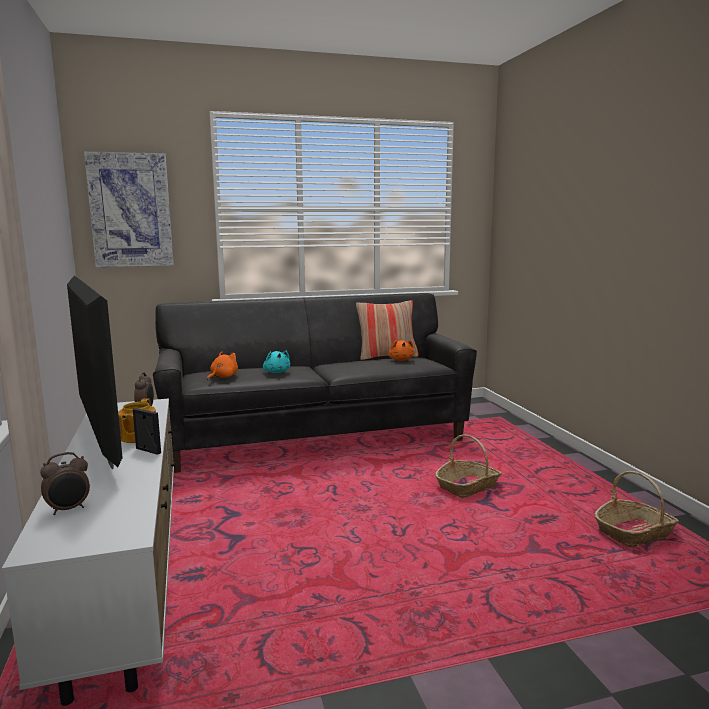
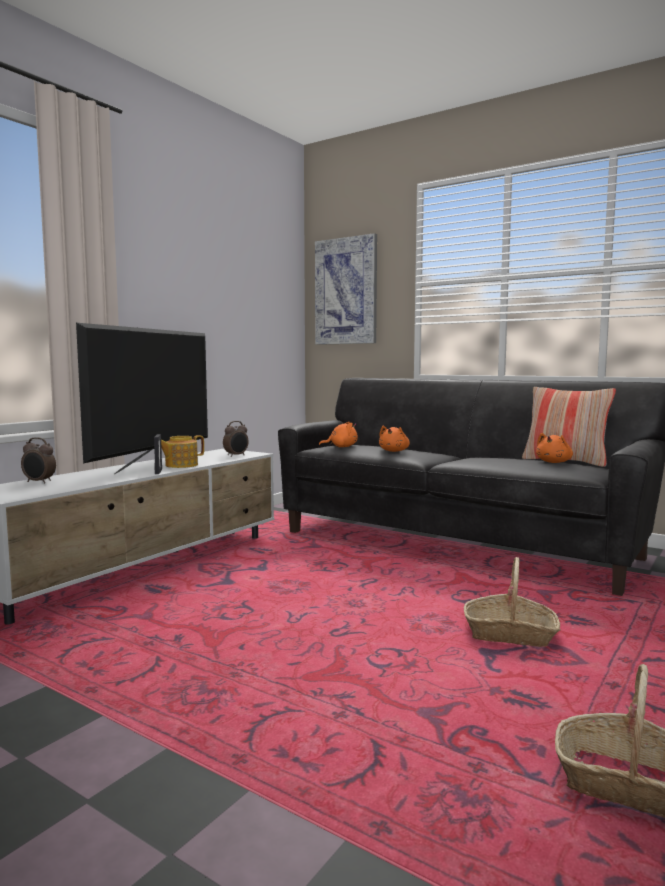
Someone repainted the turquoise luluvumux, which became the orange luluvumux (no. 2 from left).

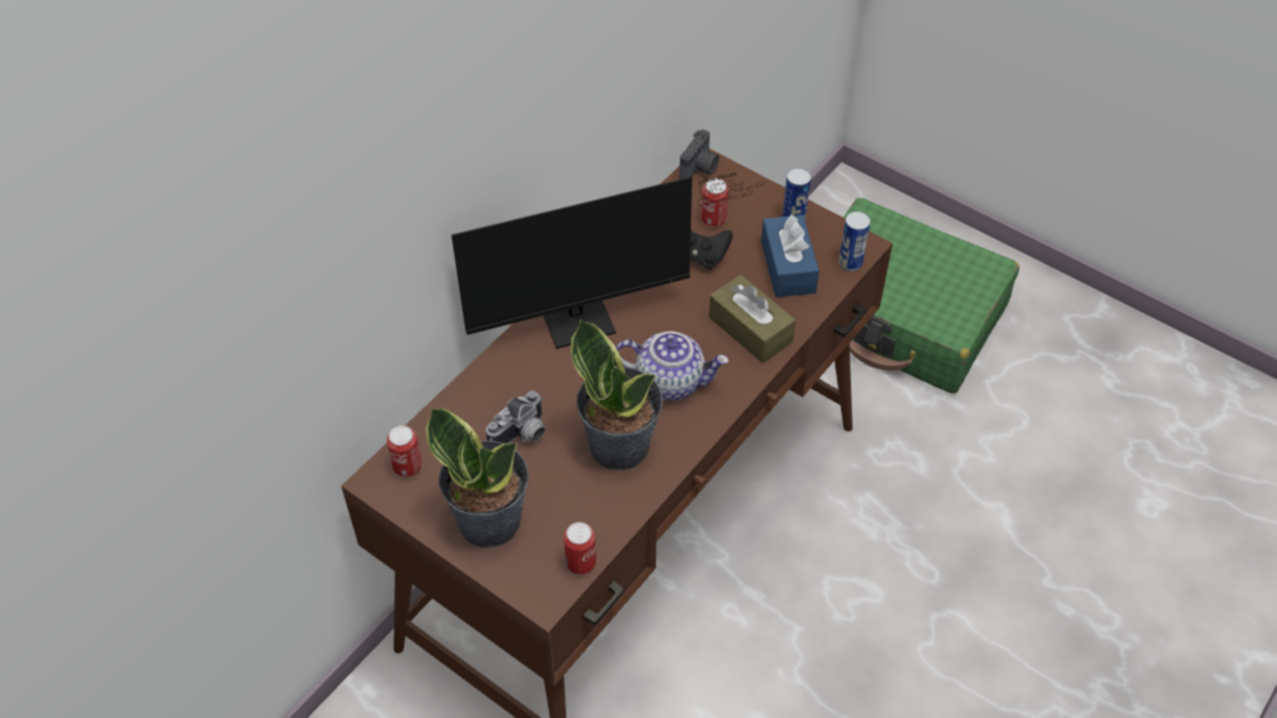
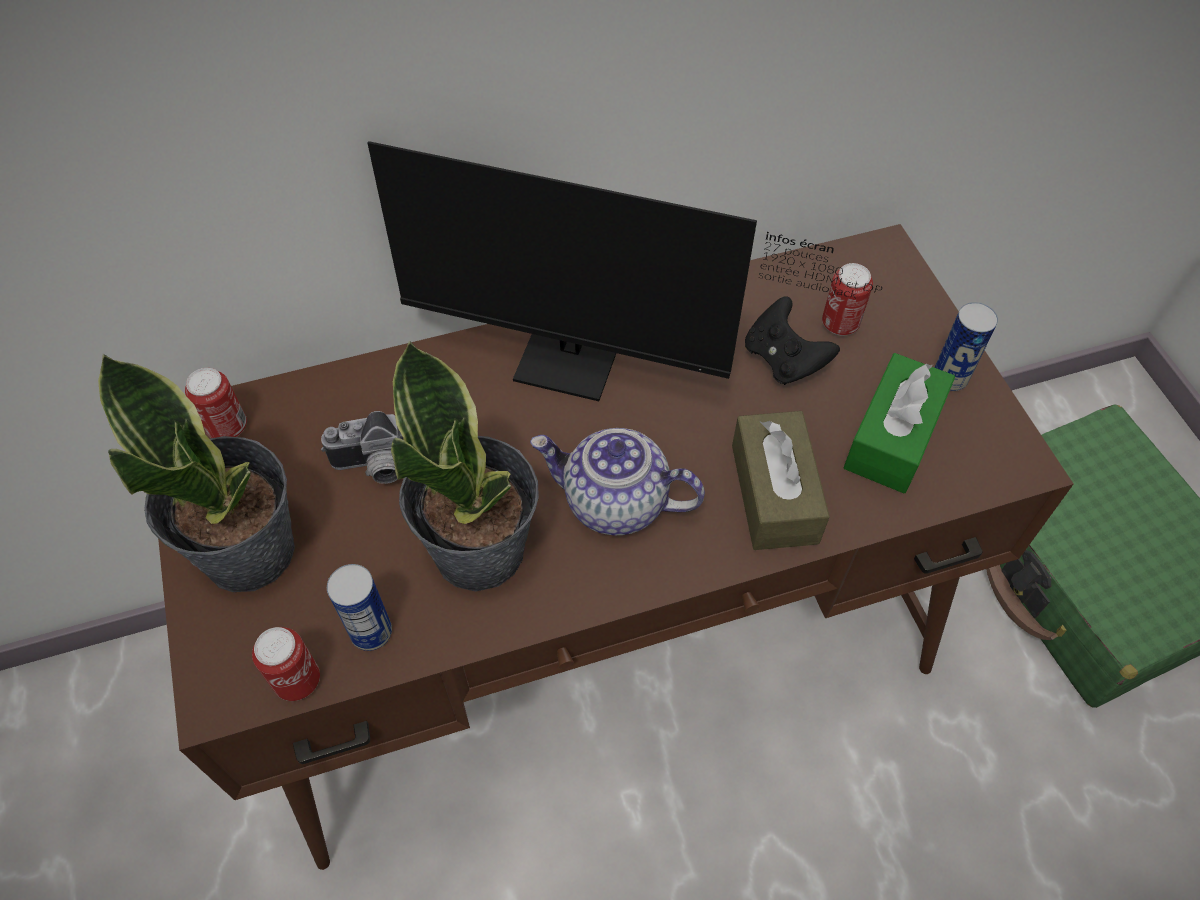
Someone carried the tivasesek (no. 5 from left in the first image).
Someone rotated the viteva by 150 degrees clockwise.
Someone repainted the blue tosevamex, which became the green tosevamex.
Someone took away the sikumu (no. 2 from left).

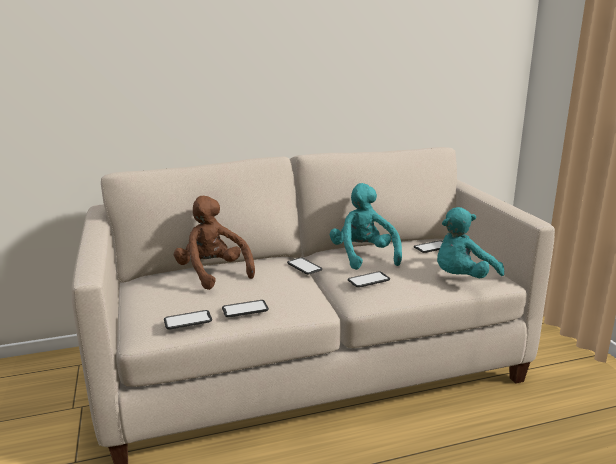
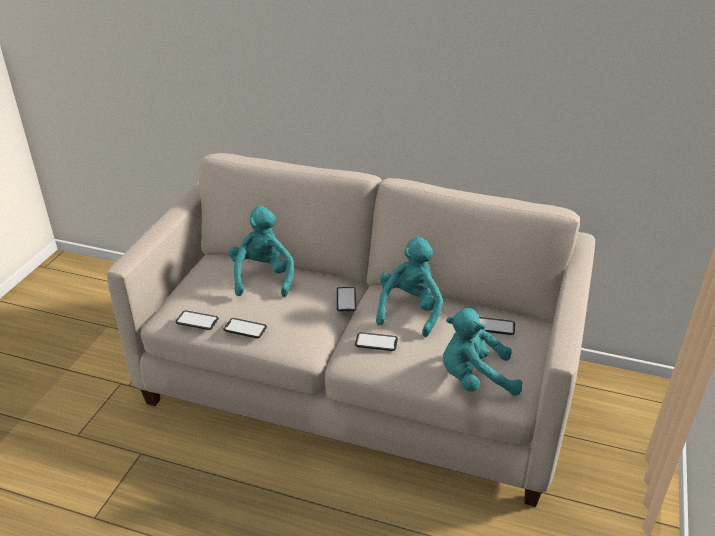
Someone repainted the brown luluvumux, which became the turquoise luluvumux (no. 1 from left).

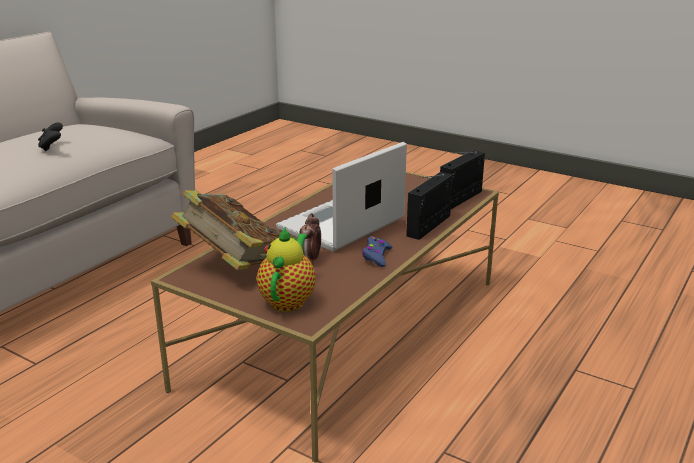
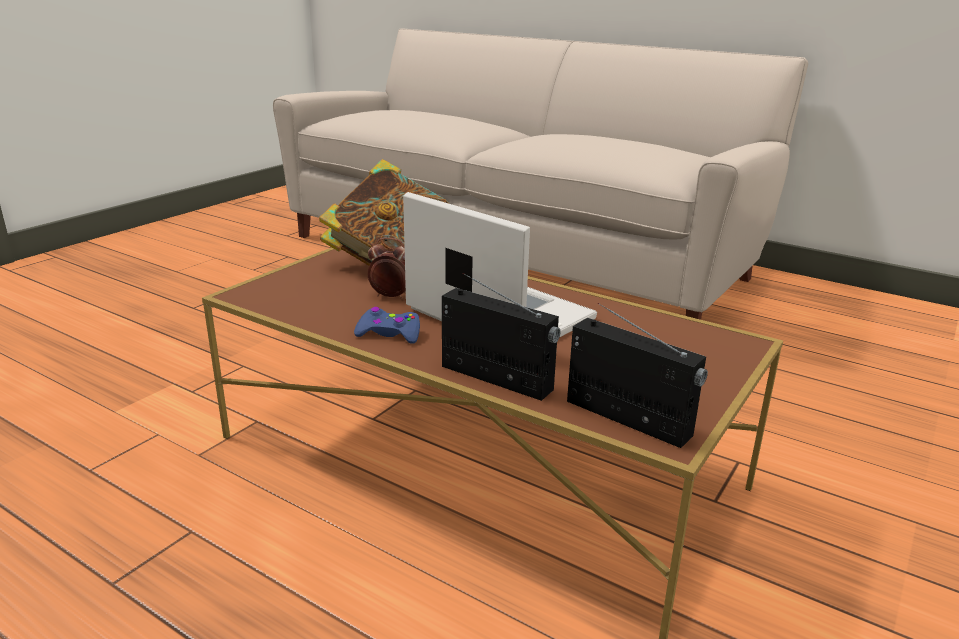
Someone took away the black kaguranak.
Someone took away the viteva.

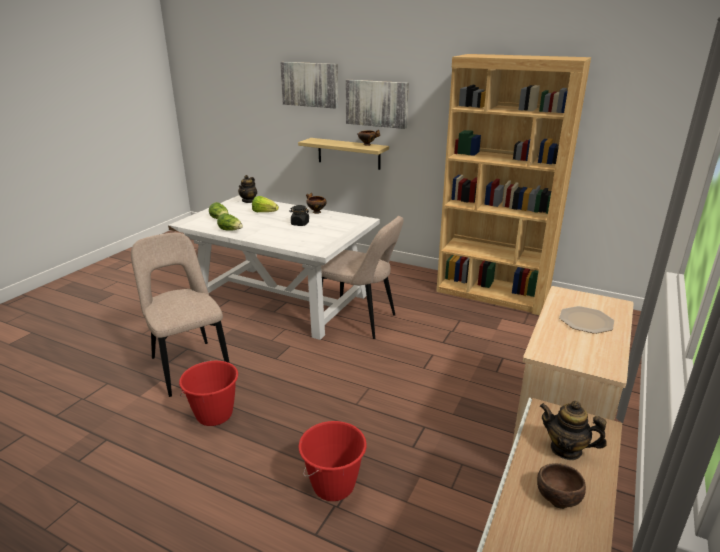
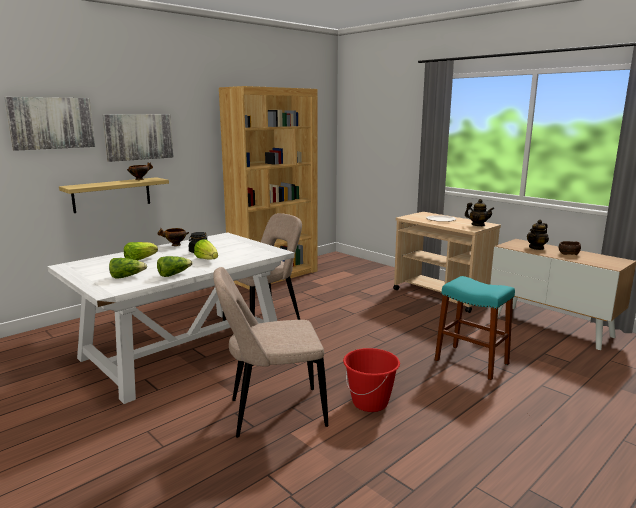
Someone put down the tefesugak (no. 4 from left).
Someone swapped the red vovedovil (no. 2 from left) for the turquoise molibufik.
Someone carried the viteva (no. 1 from left).

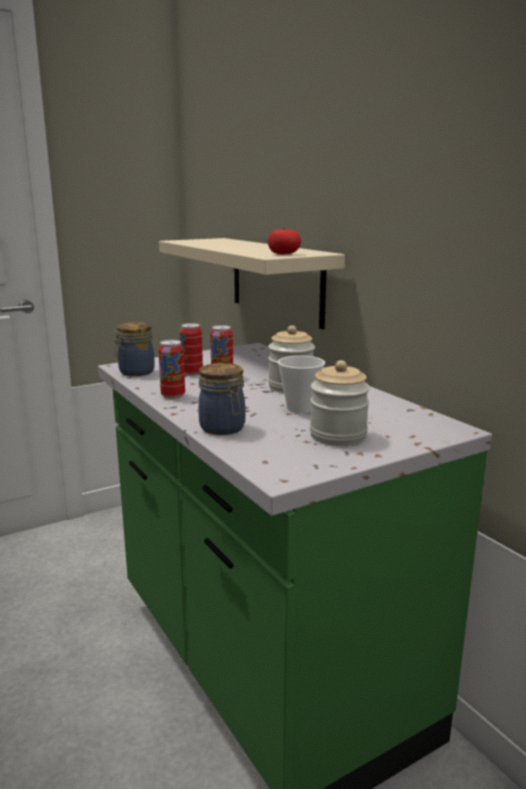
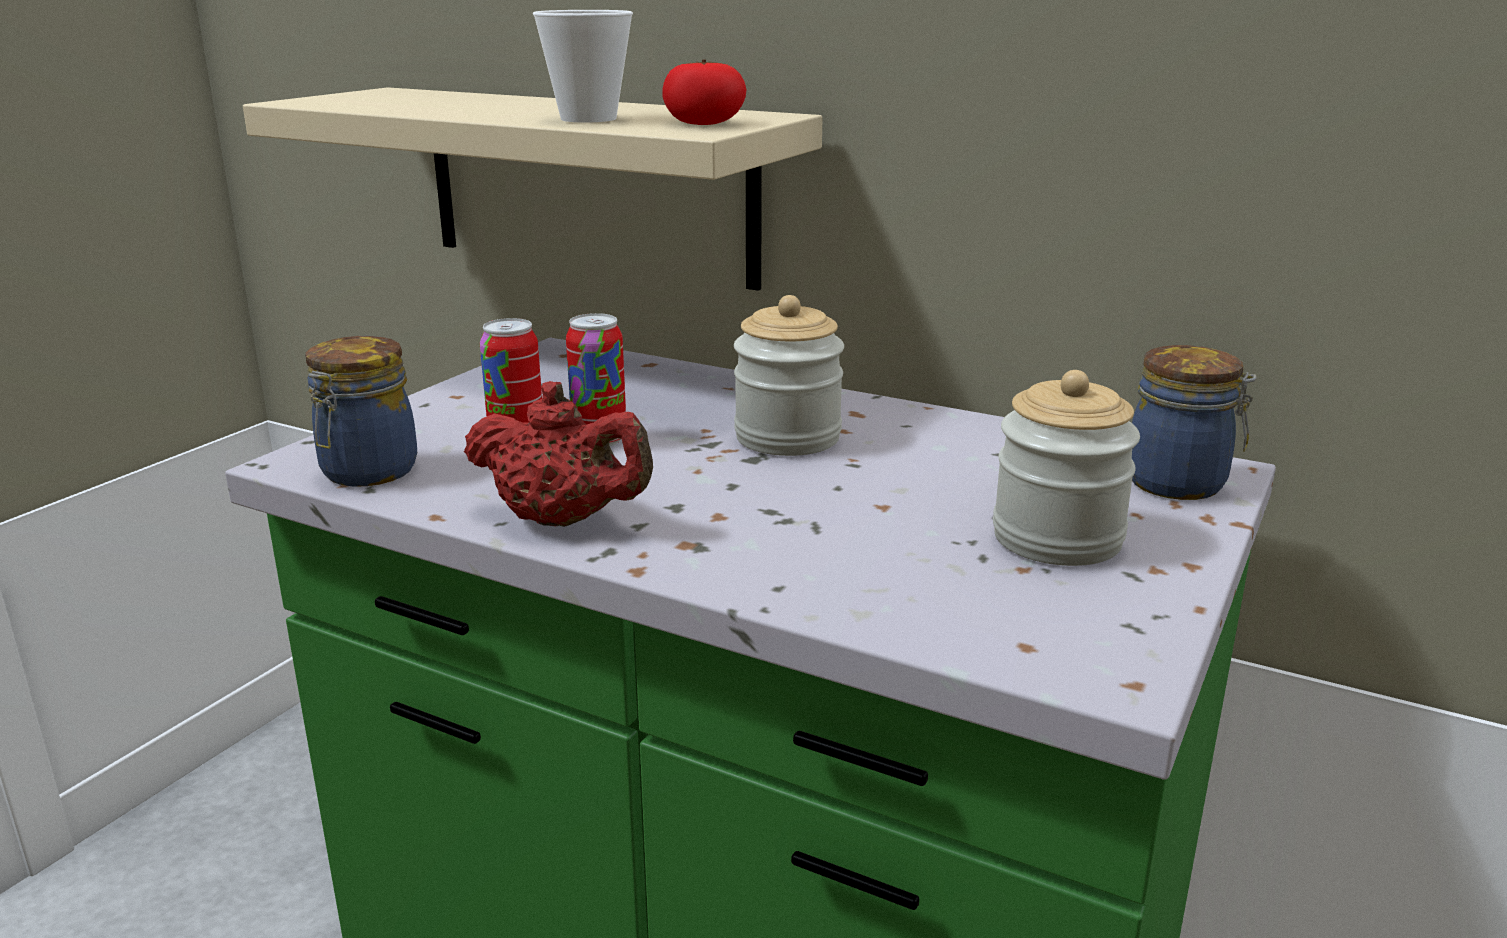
Someone swapped the tivasesek (no. 1 from left) for the red viteva.
Someone carried the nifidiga.
Someone carried the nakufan (no. 2 from left in the first image).

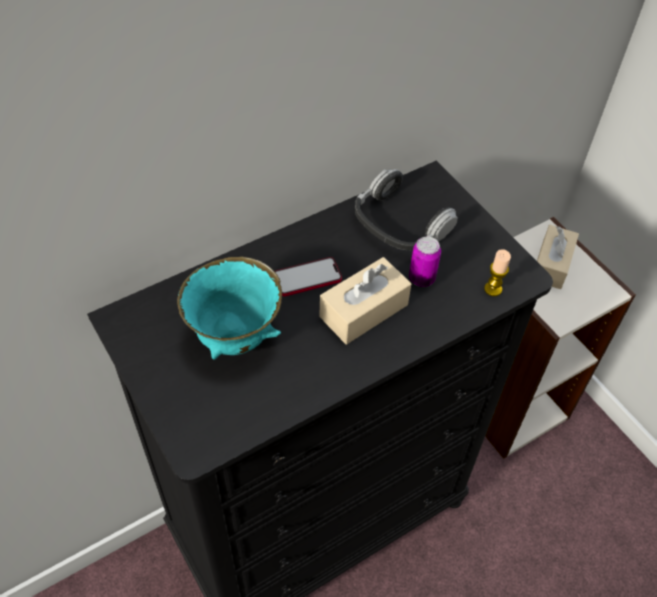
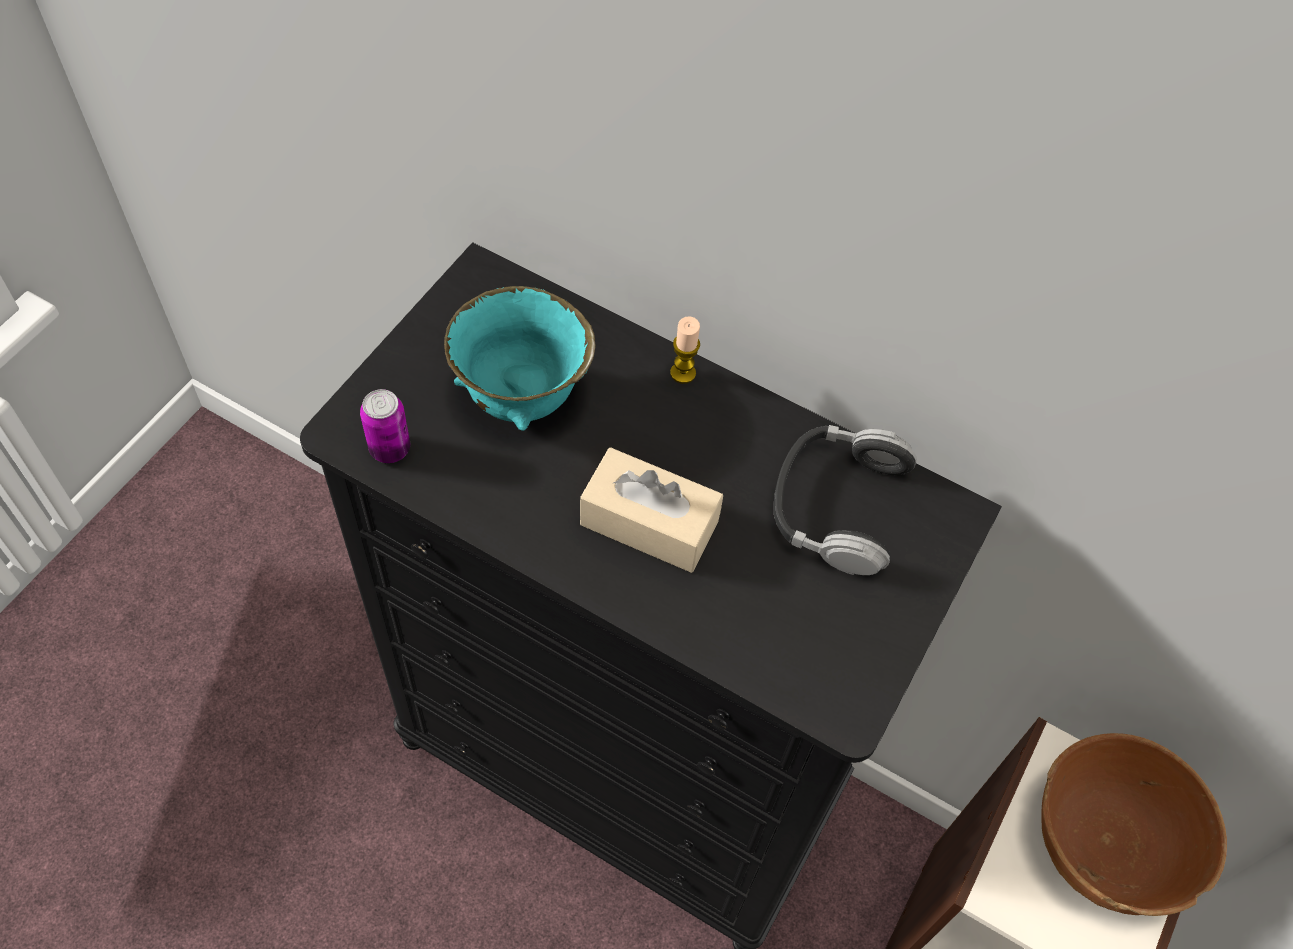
Someone carried the tivasesek.
Someone carried the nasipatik.
Someone swapped the beige tosevamex (no. 2 from left) for the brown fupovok.
Someone took away the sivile.

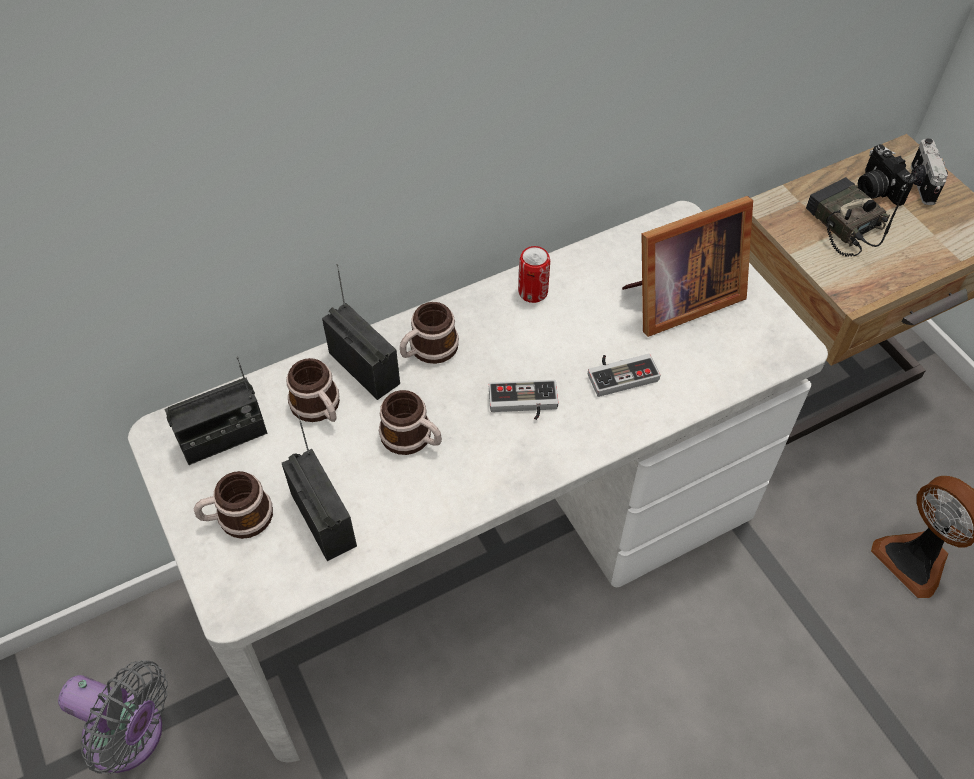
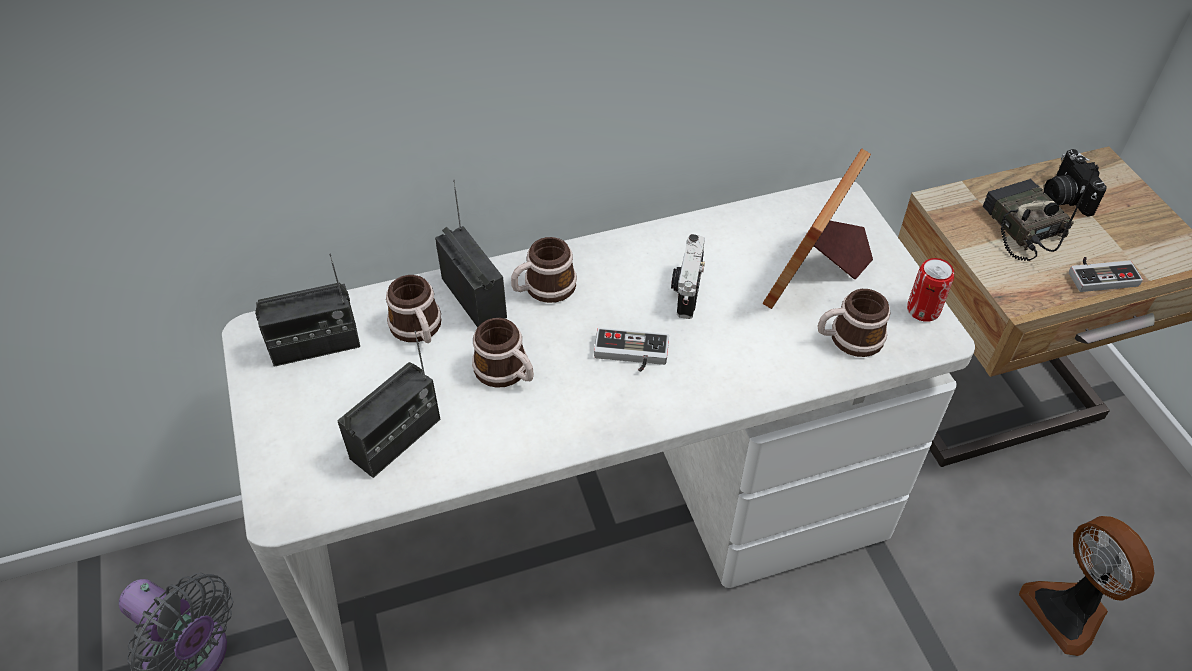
Someone rotated the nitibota (no. 2 from left) by 60 degrees clockwise.
Someone carried the sikumu (no. 2 from left in the first image).
Someone rotated the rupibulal by 135 degrees clockwise.
Someone carried the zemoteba (no. 1 from left in the first image).
Someone carried the tivasesek.
Someone carried the kaguranak (no. 2 from left).

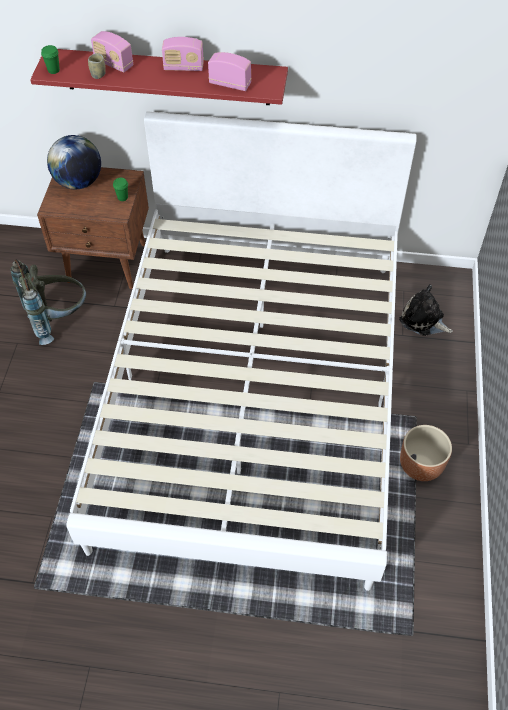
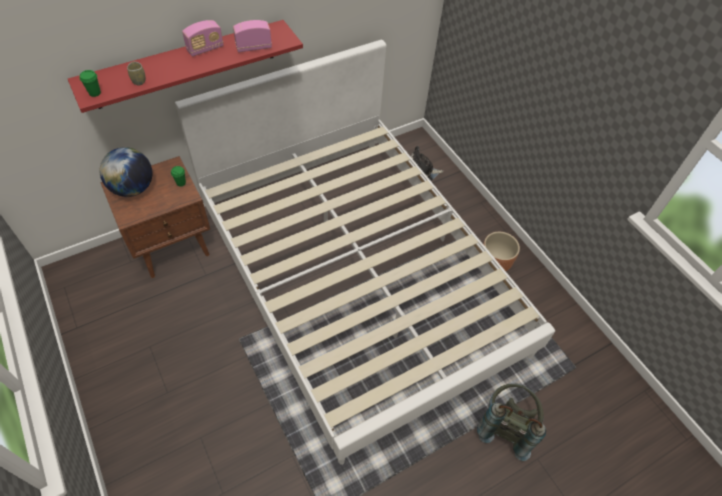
Someone carried the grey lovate.
Someone took away the nitibota (no. 1 from left).

